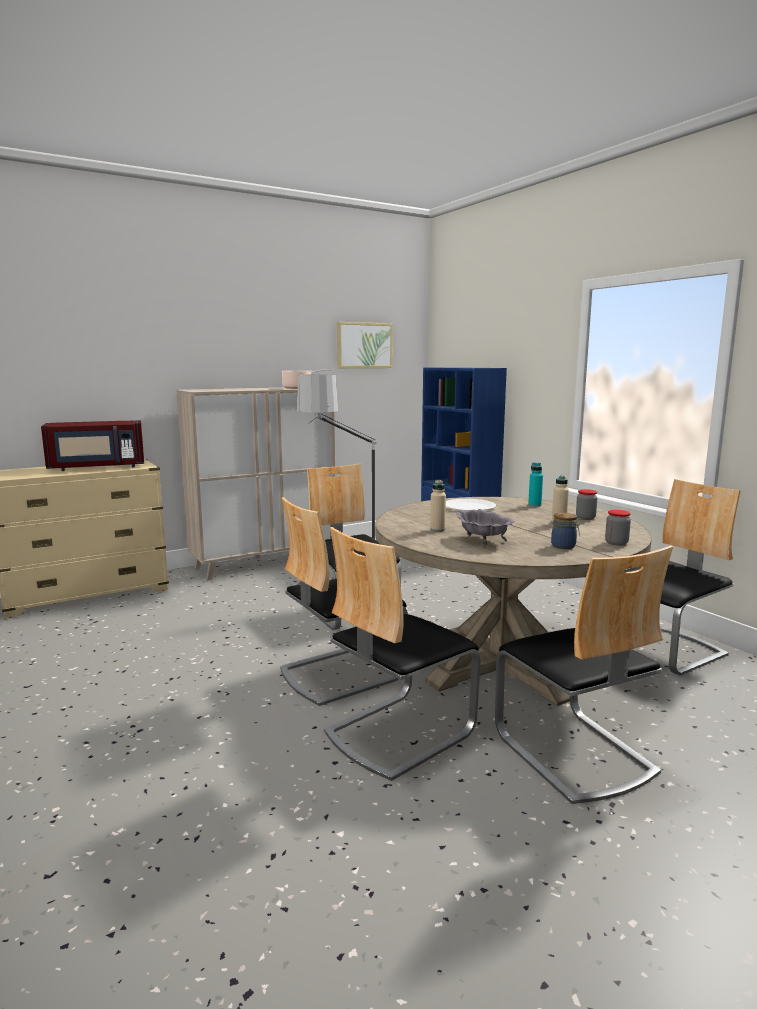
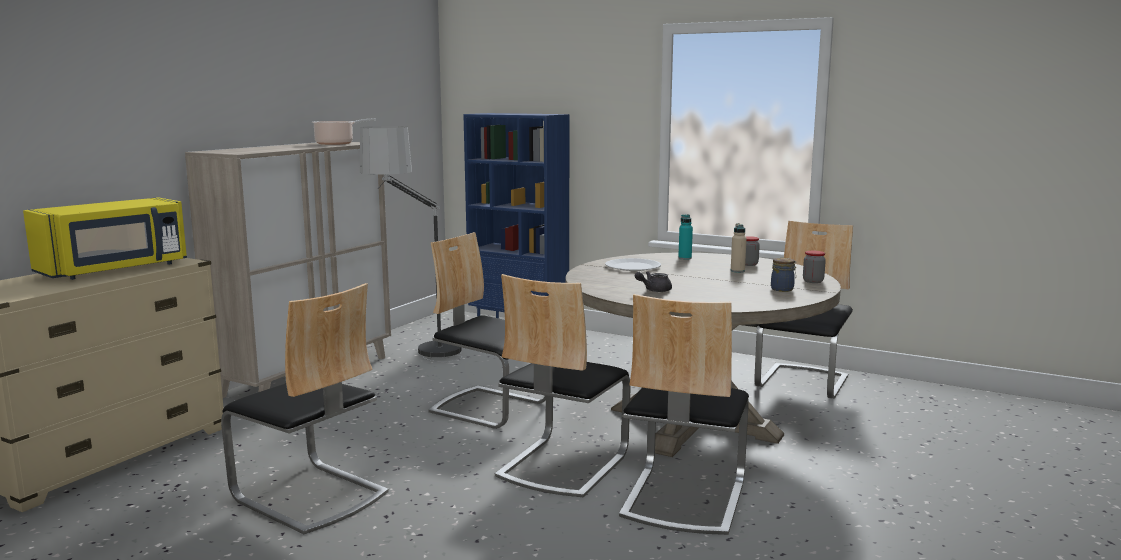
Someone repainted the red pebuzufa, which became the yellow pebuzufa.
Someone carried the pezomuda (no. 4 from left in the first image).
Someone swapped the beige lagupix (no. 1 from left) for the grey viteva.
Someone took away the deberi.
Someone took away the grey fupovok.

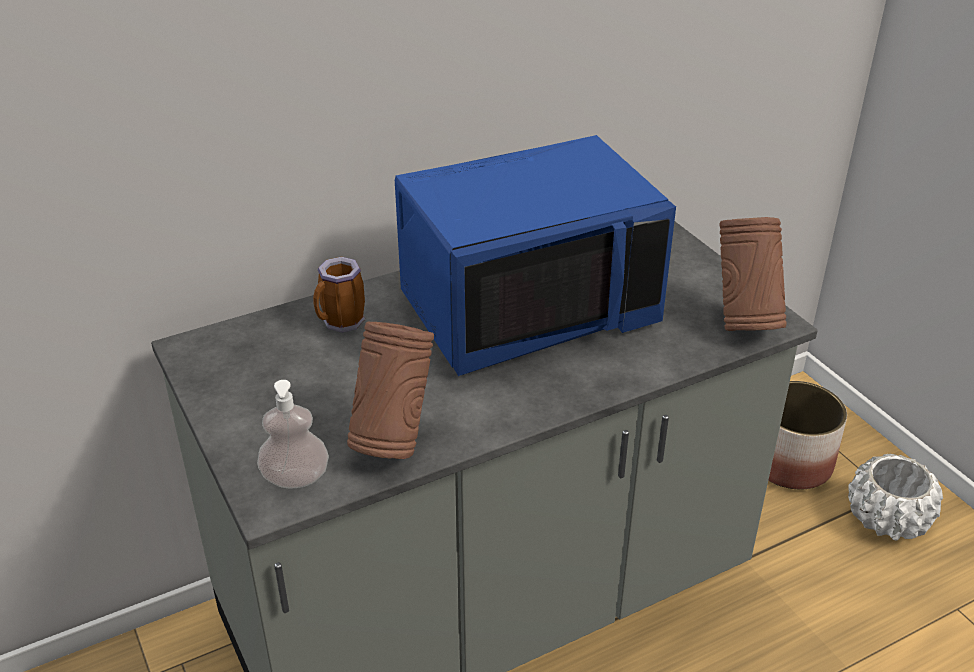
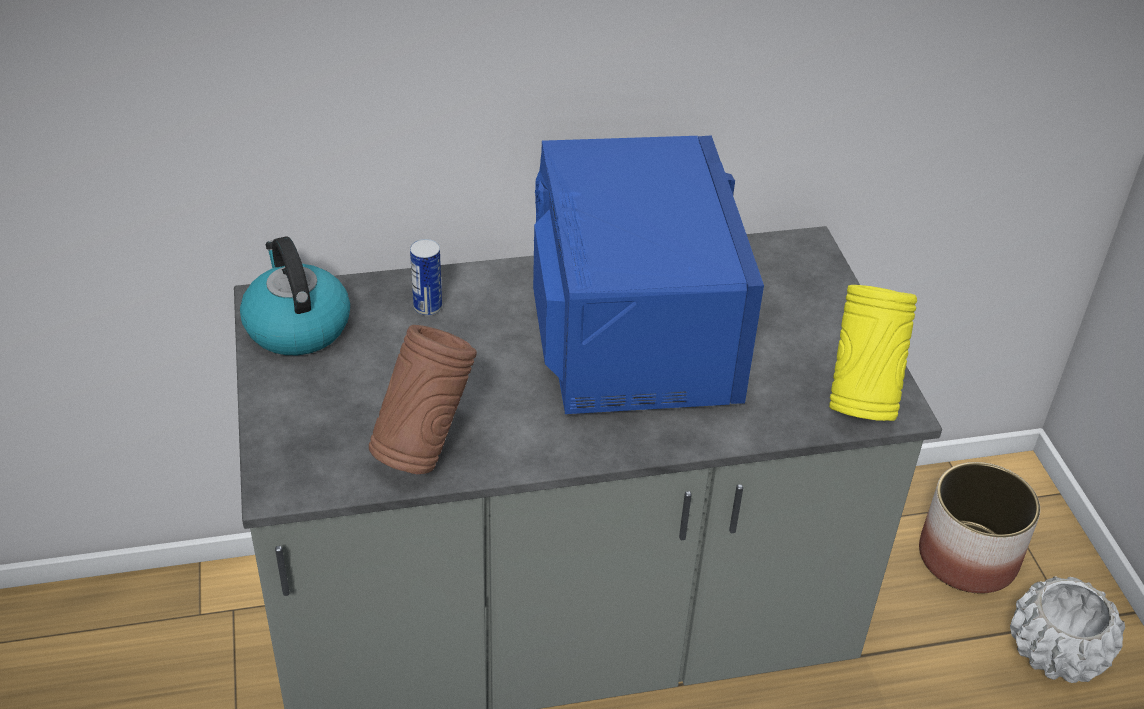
Someone put down the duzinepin.
Someone swapped the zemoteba for the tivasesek.
Someone rotated the blue pebuzufa by 90 degrees counterclockwise.
Someone repainted the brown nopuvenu (no. 2 from left), which became the yellow nopuvenu.
Someone took away the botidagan.

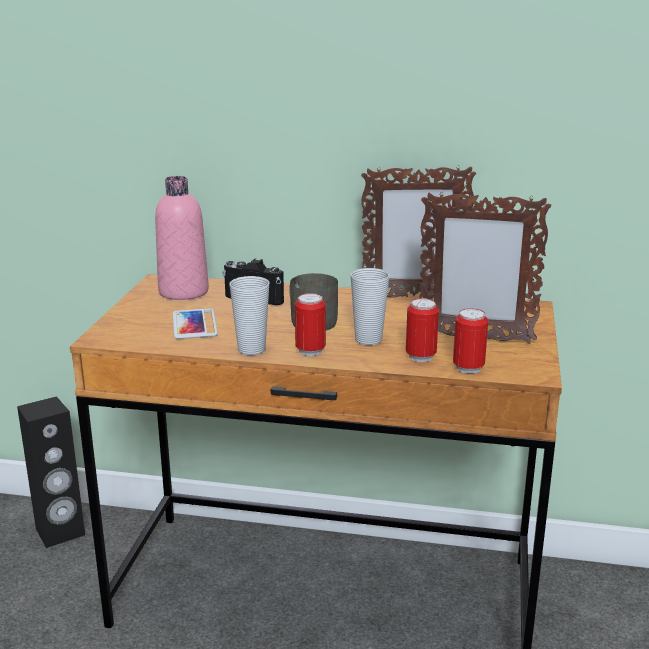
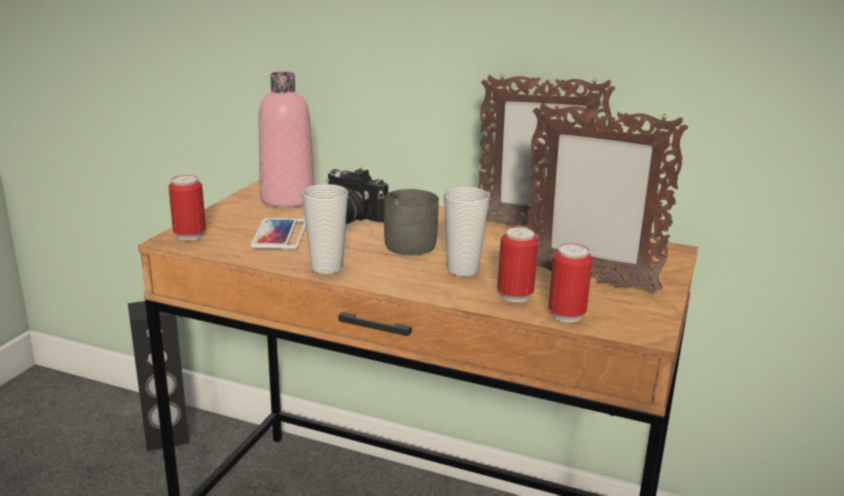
Someone carried the tivasesek (no. 1 from left).

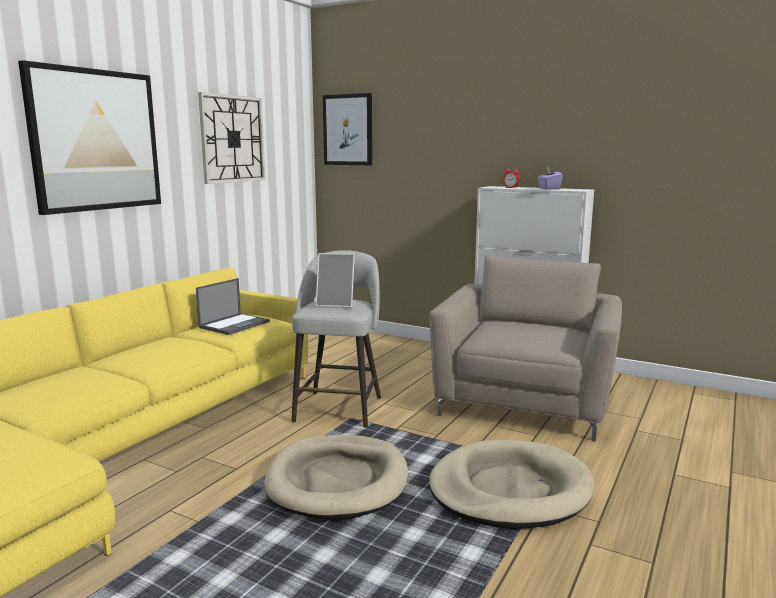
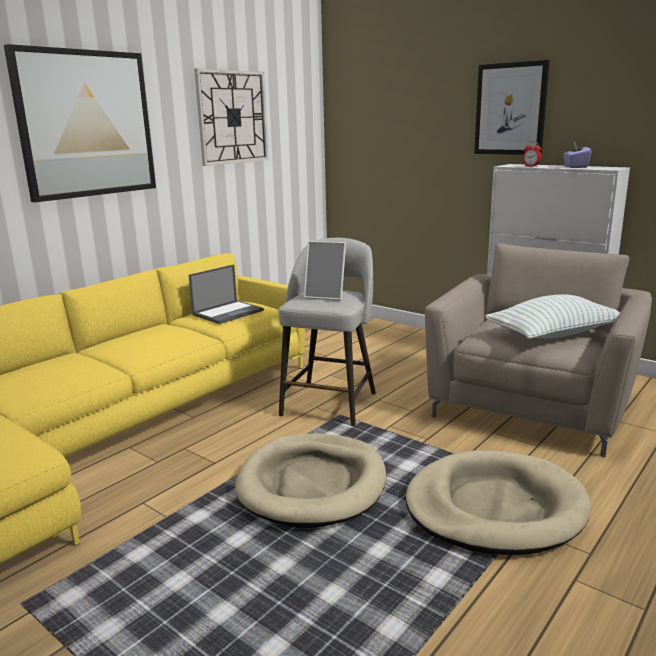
Someone carried the deberi (no. 2 from left).
Someone put down the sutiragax.

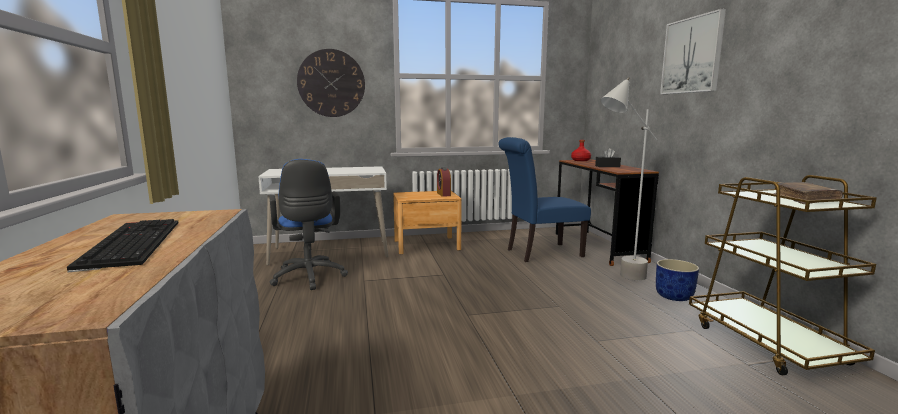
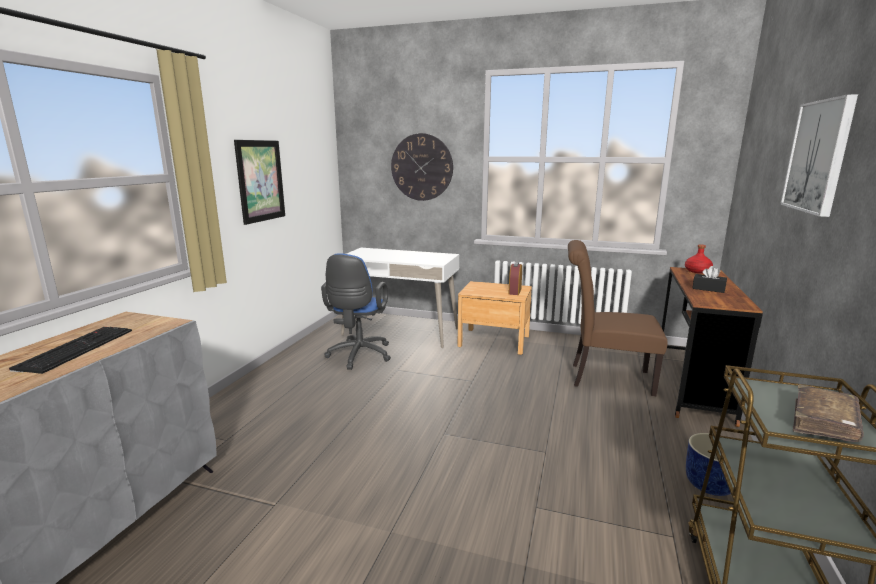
Someone put up the deberi (no. 1 from left).
Someone repainted the blue pezomuda, which became the brown pezomuda.
Someone took away the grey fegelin.

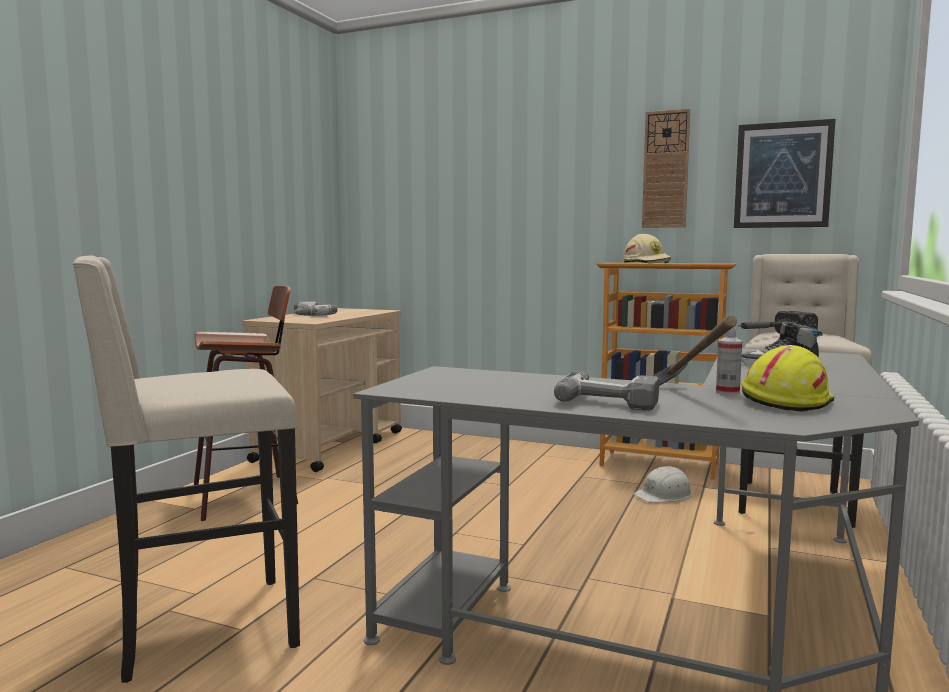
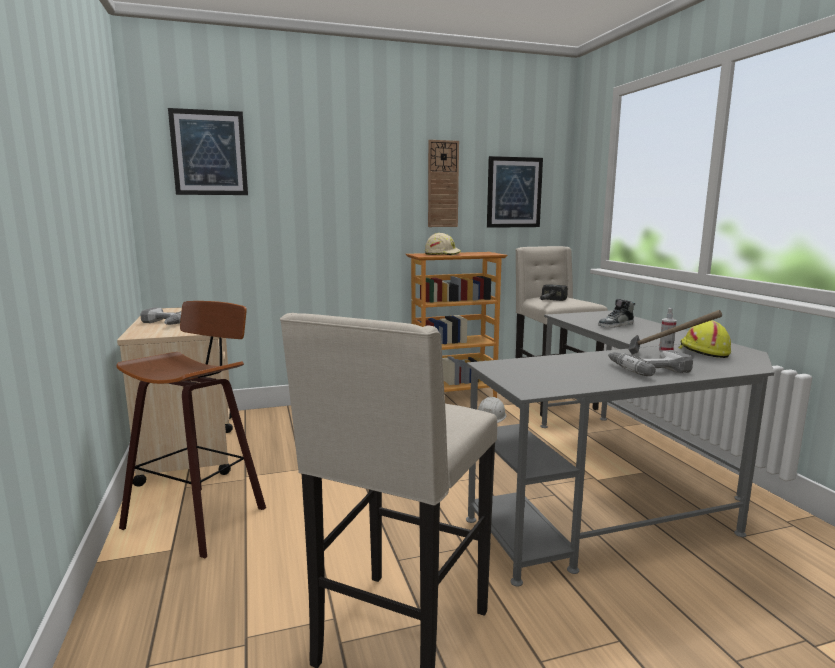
Someone put up the deberi (no. 1 from left).

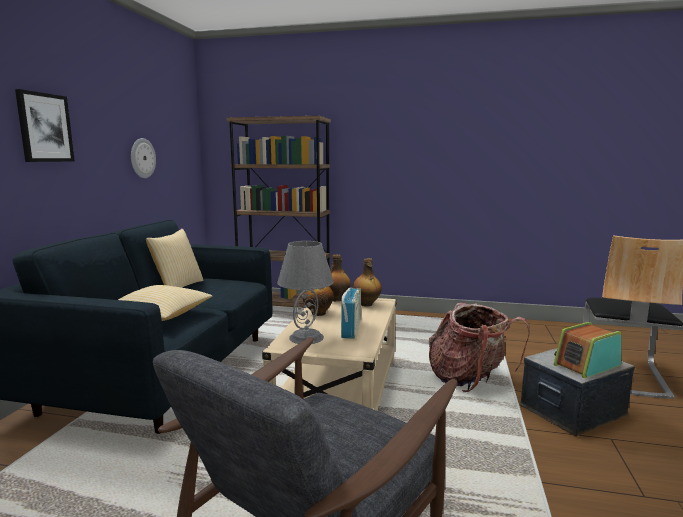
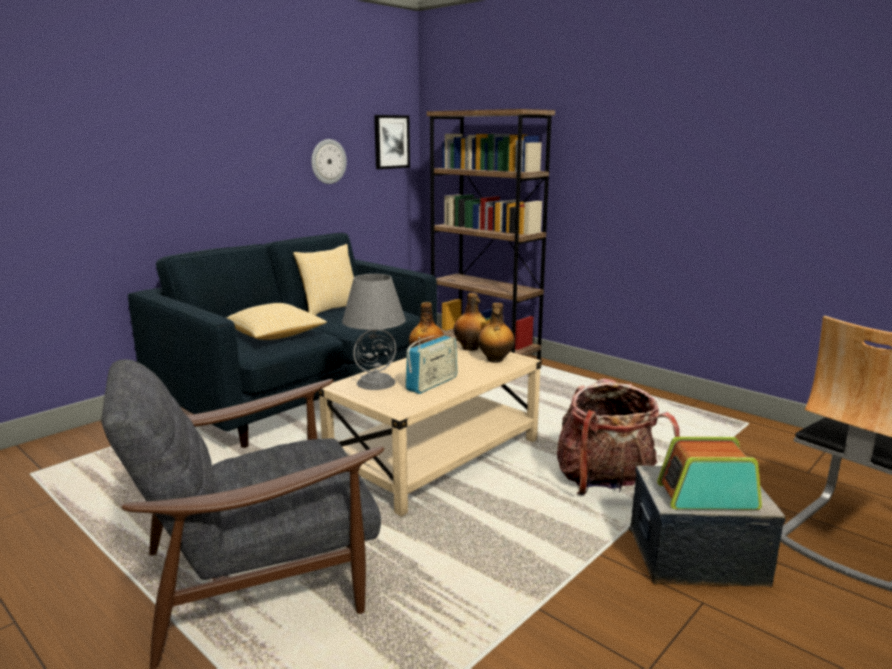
Someone carried the deberi.

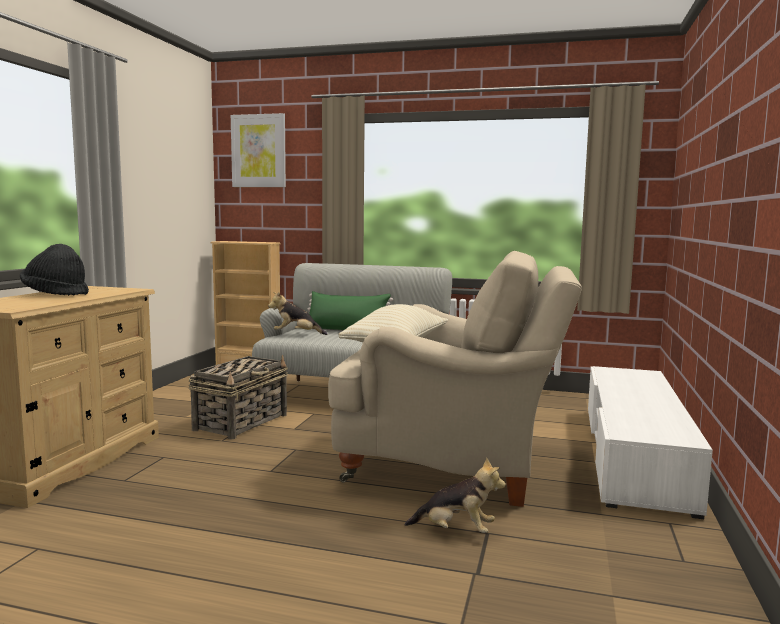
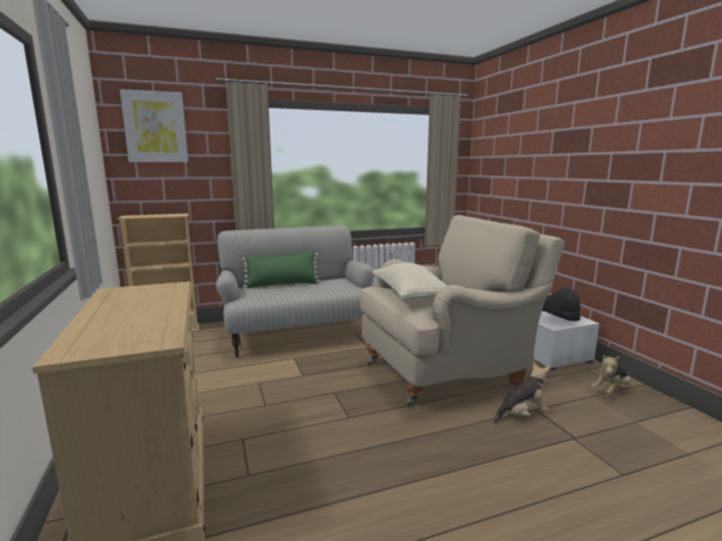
Someone carried the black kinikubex.
Someone carried the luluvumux (no. 1 from left in the first image).
Someone took away the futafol.

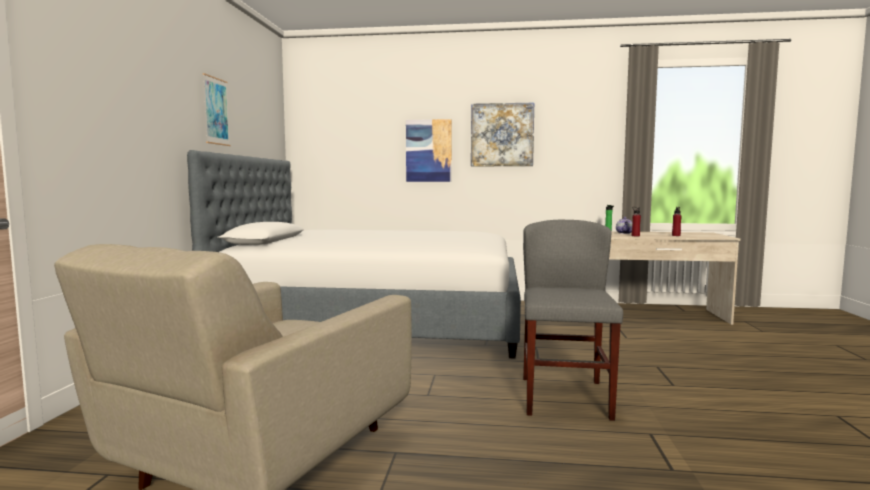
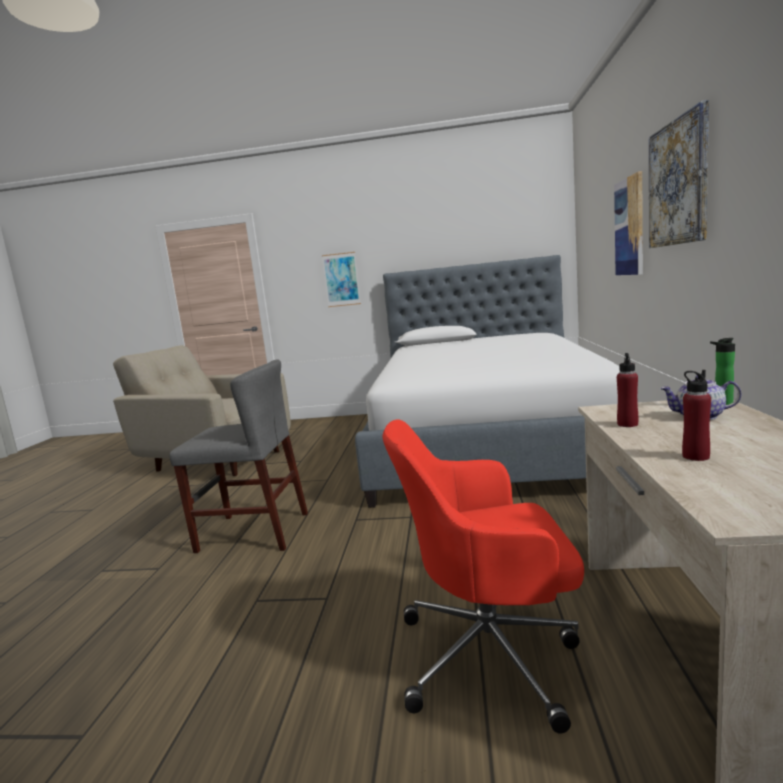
Someone carried the deberi (no. 1 from left).
Someone put down the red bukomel.

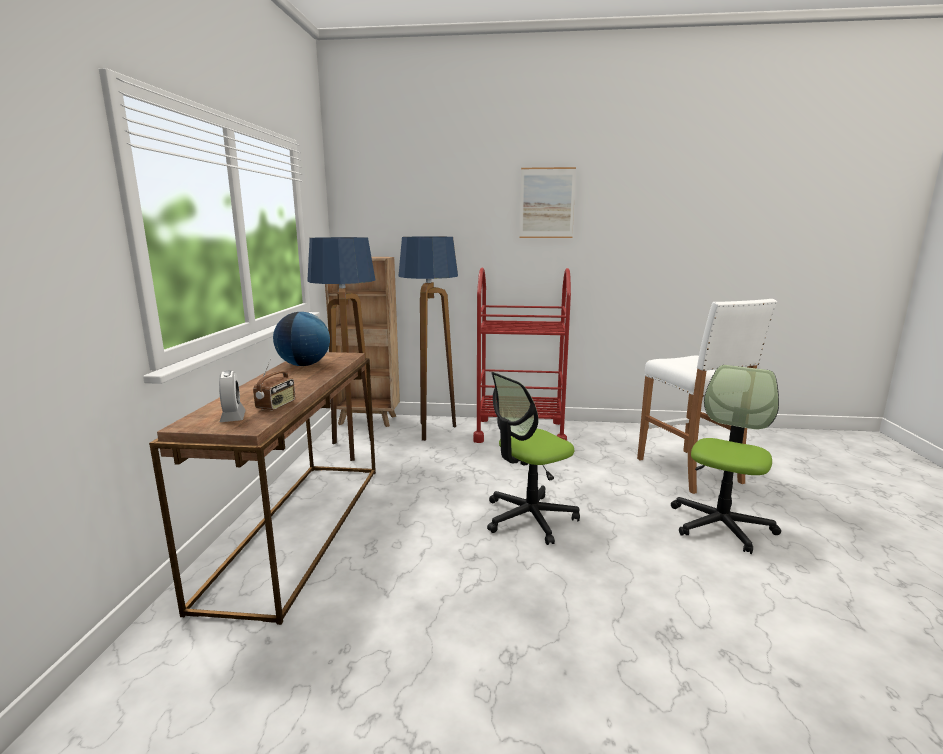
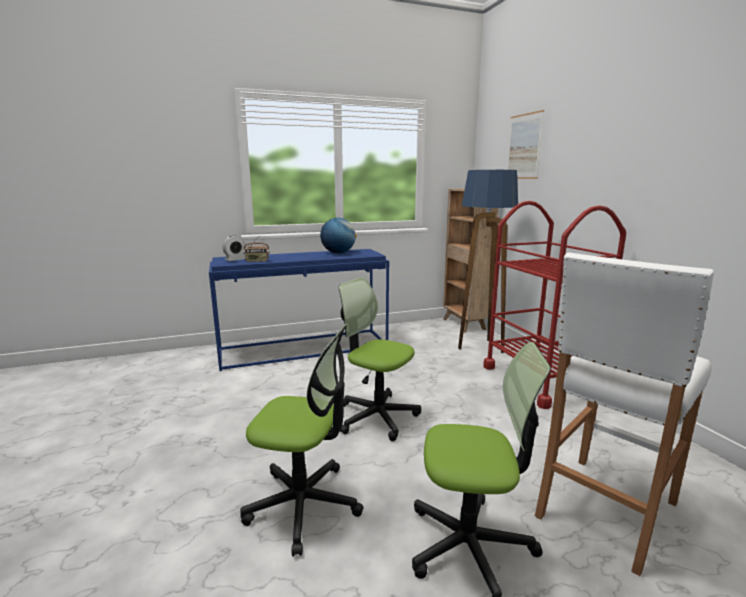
Someone repainted the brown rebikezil, which became the blue rebikezil.
Someone put down the bukomel (no. 1 from left).
Someone carried the deberi.
Someone took away the fegelin (no. 1 from left).

